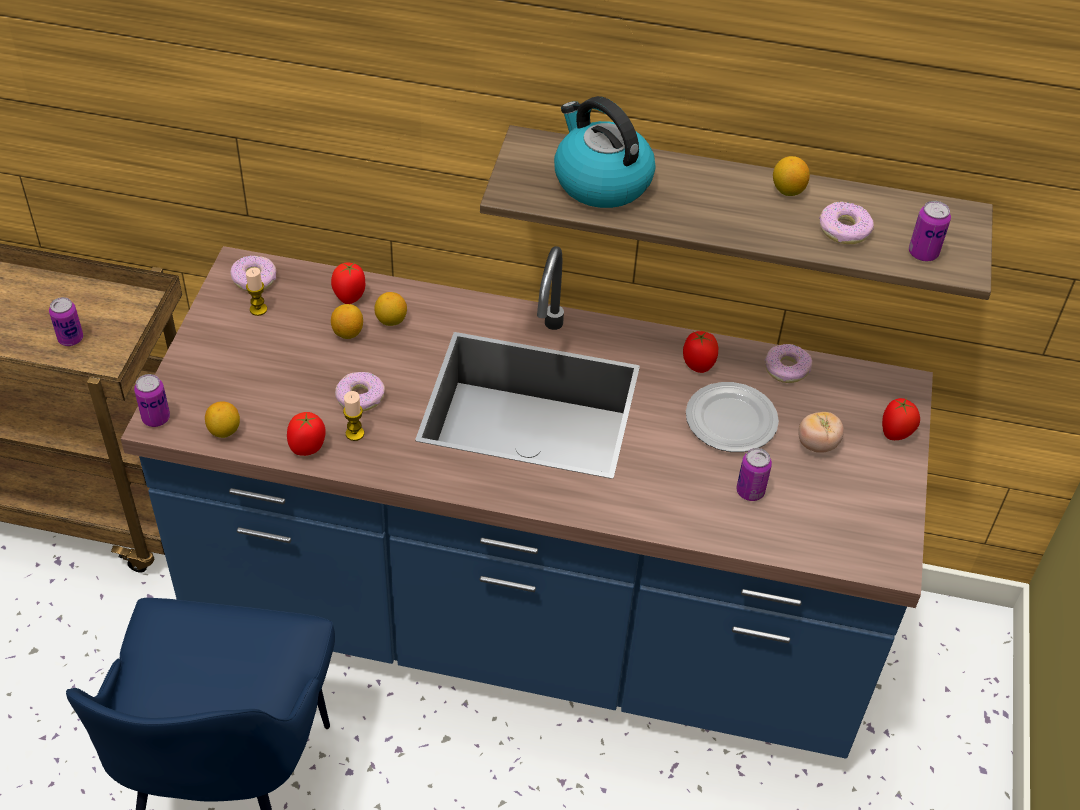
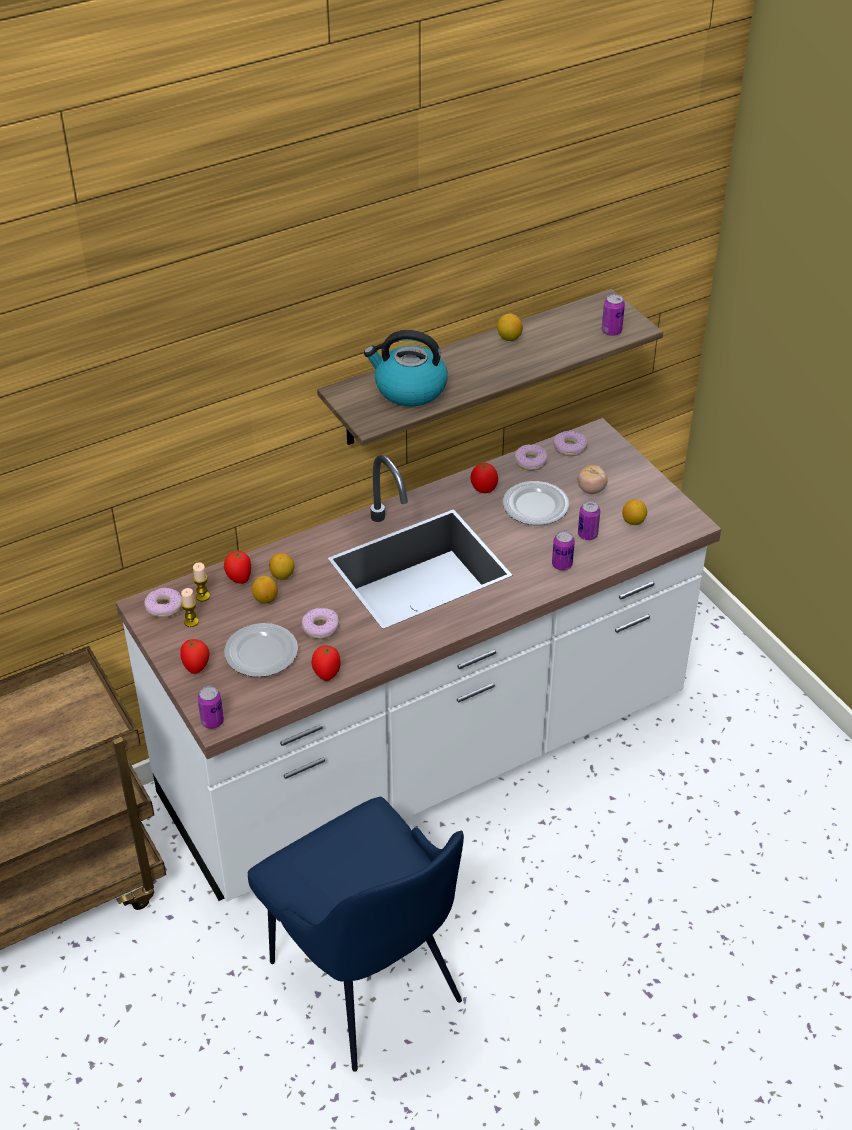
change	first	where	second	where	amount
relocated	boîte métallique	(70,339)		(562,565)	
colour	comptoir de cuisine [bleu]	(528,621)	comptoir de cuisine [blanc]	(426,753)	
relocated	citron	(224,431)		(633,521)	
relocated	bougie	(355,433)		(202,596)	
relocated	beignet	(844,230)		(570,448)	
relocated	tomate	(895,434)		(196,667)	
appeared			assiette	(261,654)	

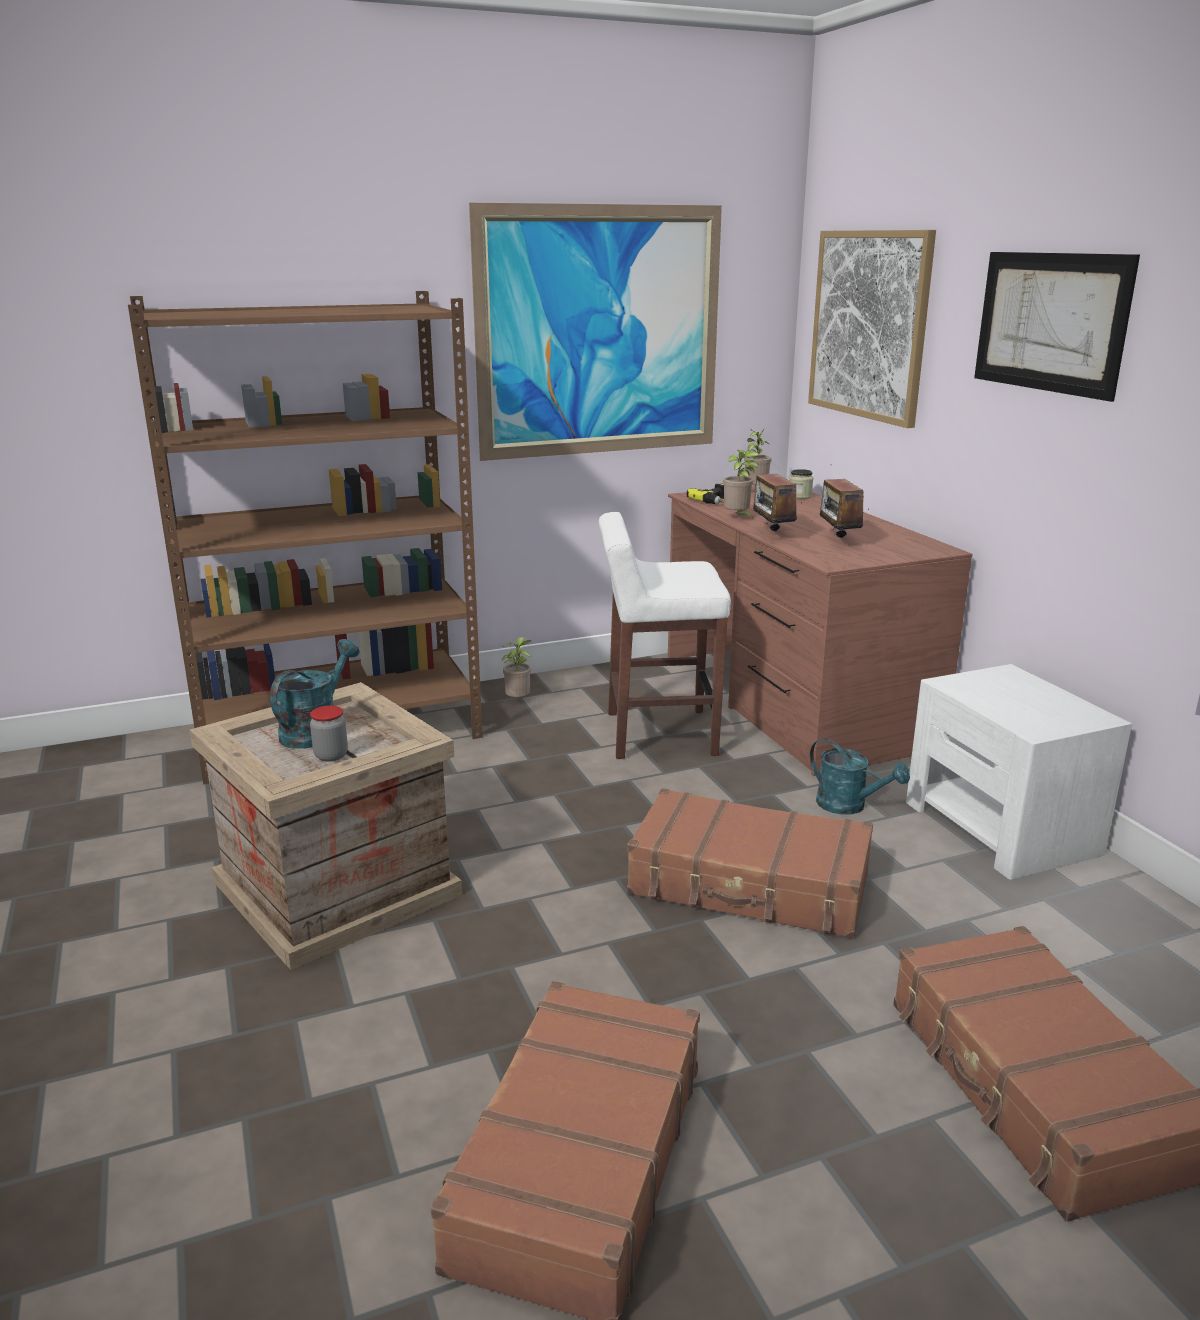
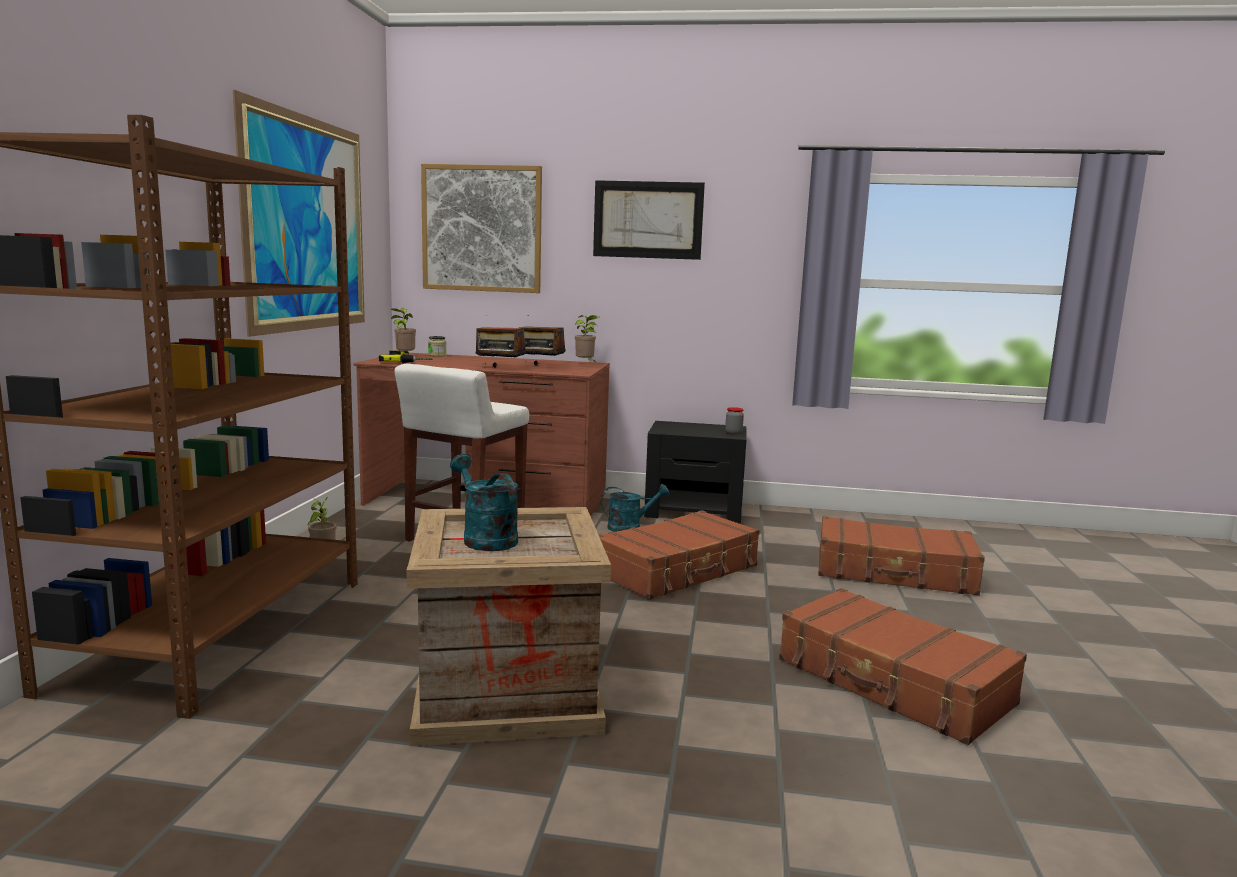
change	first	where	second	where	amount
relocated	bocal	(331,755)		(733,433)	
relocated	plante en pot	(738,518)		(586,364)	
colour	table de chevet [blanc]	(1001,828)	table de chevet [noir]	(694,510)	

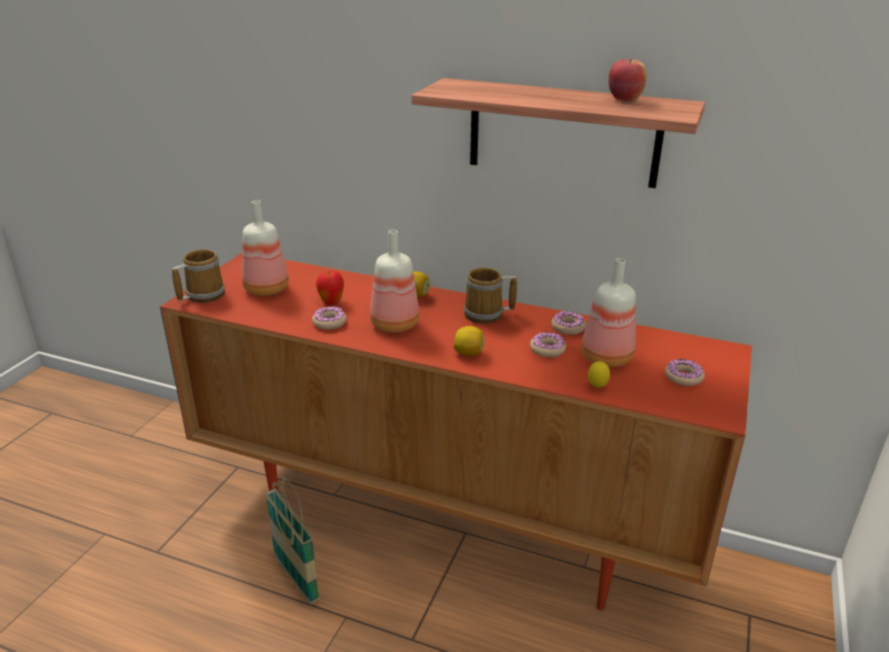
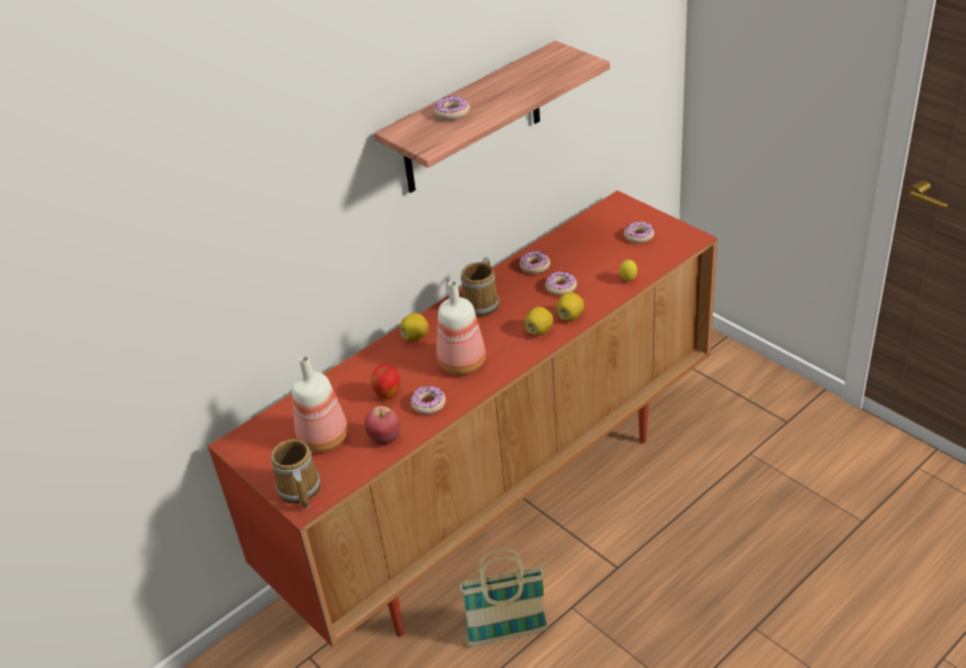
change	first	where	second	where	amount
missing	bouteille	(604,358)			
relocated	pomme	(624,99)		(385,438)	
appeared			beignet	(452,113)	
appeared			citron	(570,316)	

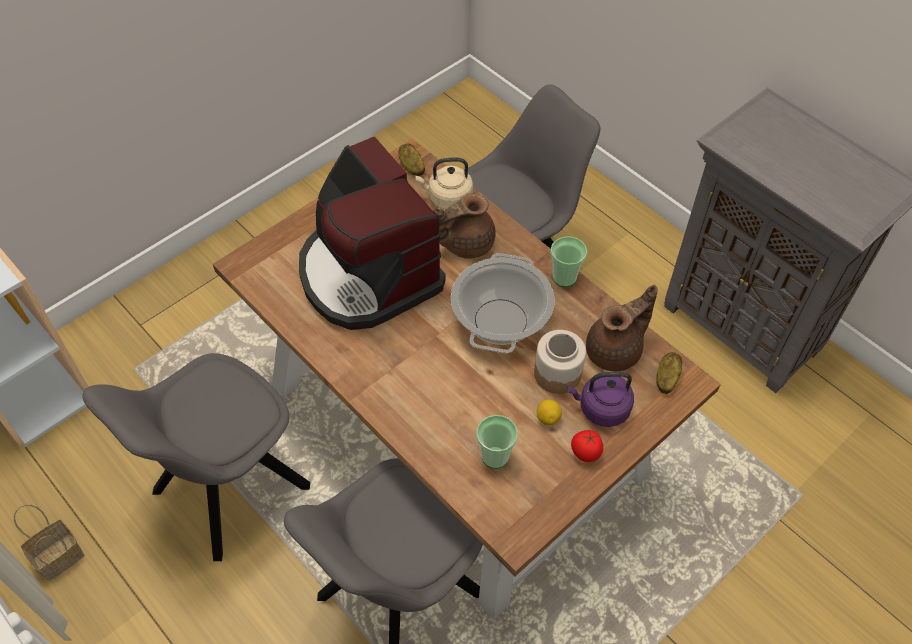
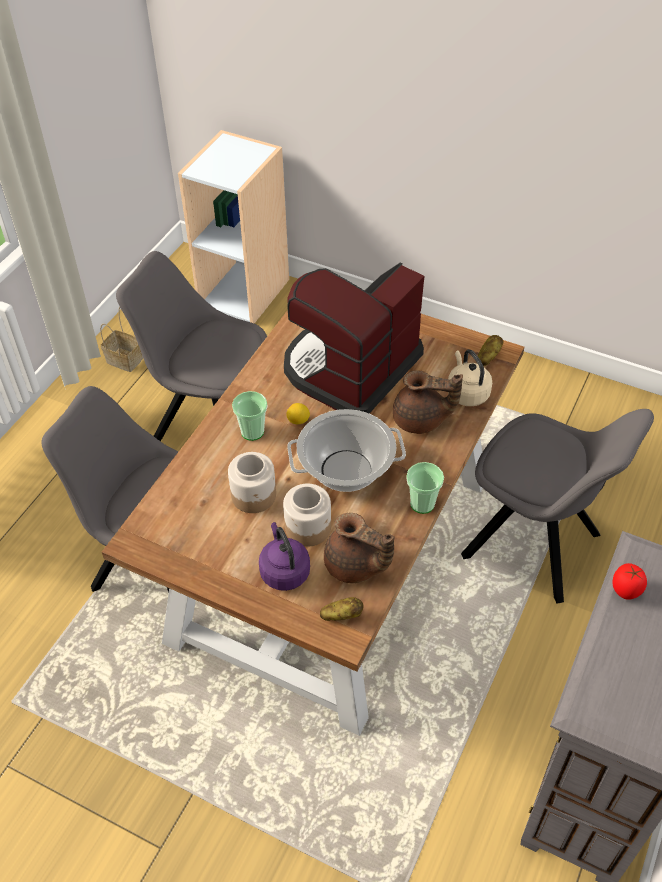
change	first	where	second	where	amount
spun	théière [marron]	(465,243)		(421,420)	150 degrees clockwise
relocated	tasse	(495,456)		(252,432)	
relocated	citron	(548,418)		(298,421)	
relocated	tomate	(585,453)		(625,590)	
appeared			bocal	(254,496)	

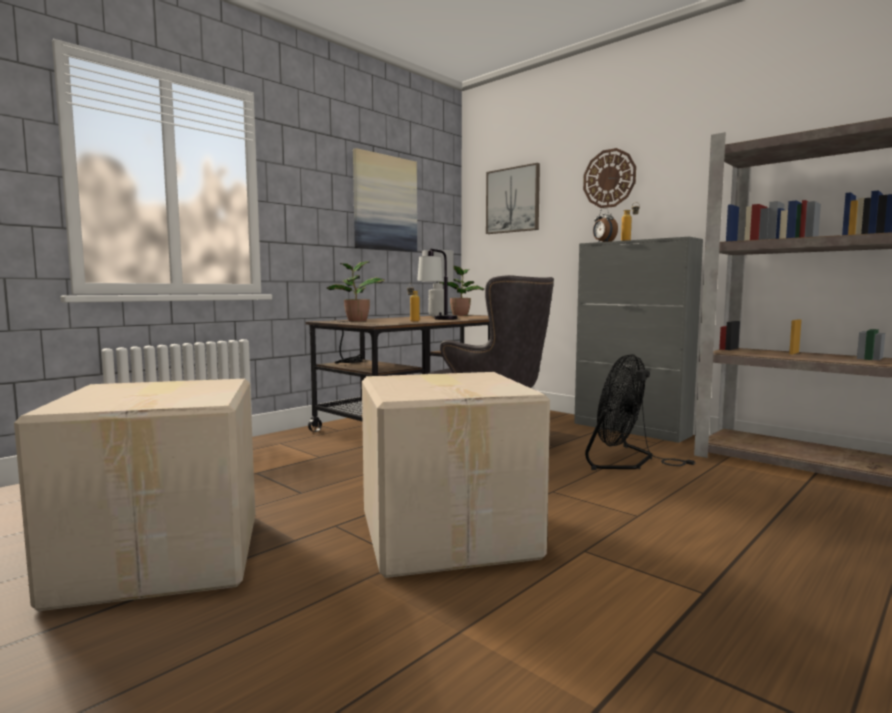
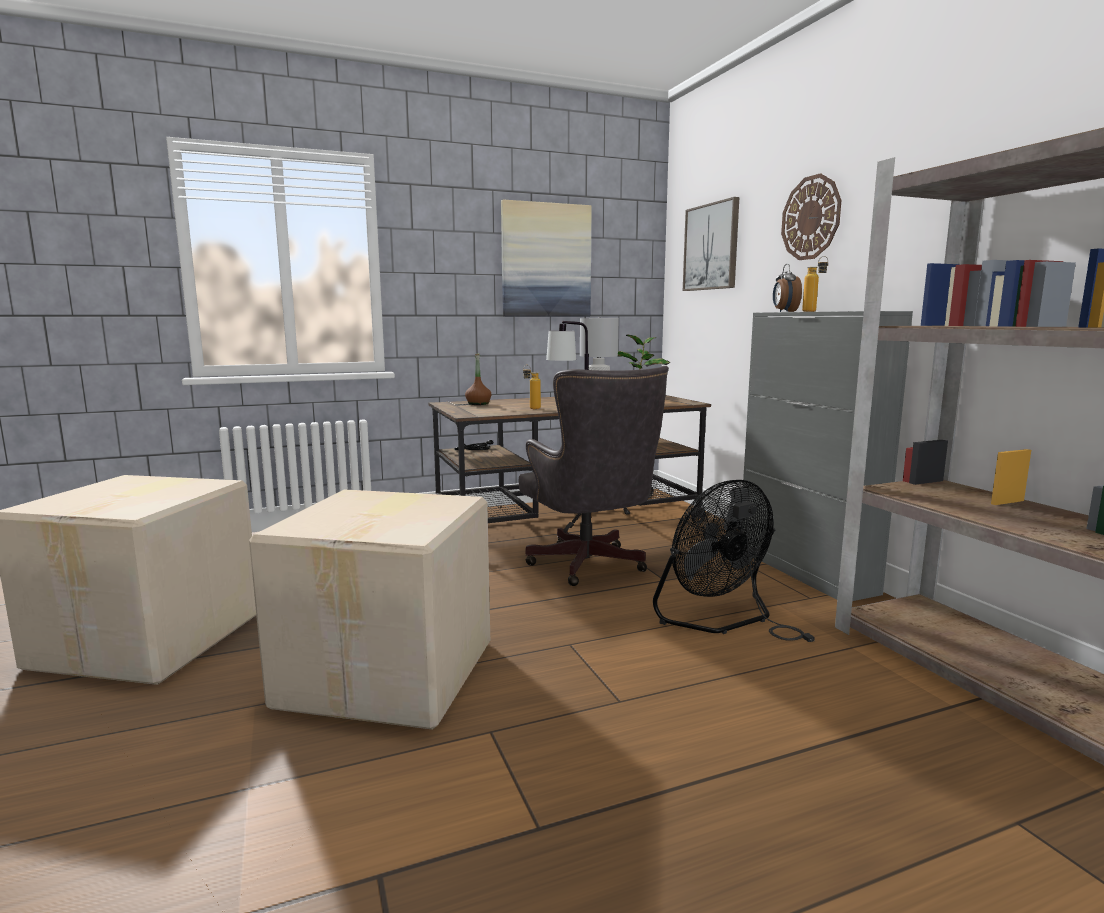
change	first	where	second	where	amount
exchanged	plante en pot	(356,320)	bouteille [marron]	(478,404)	

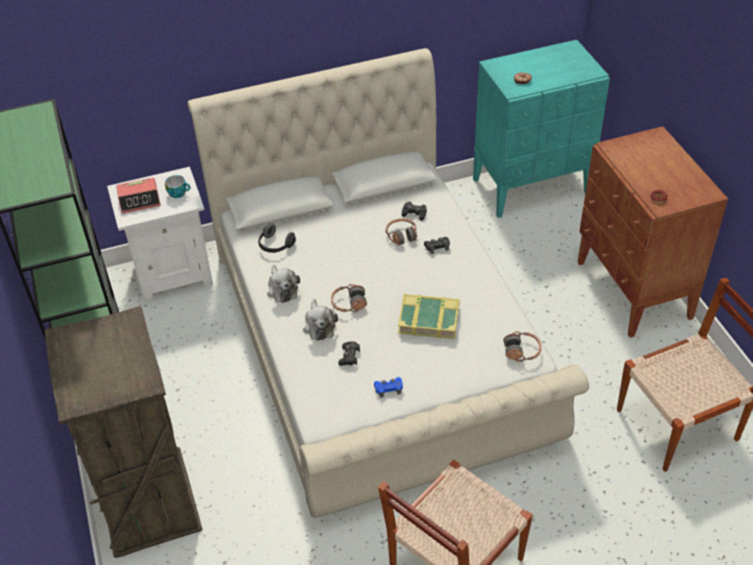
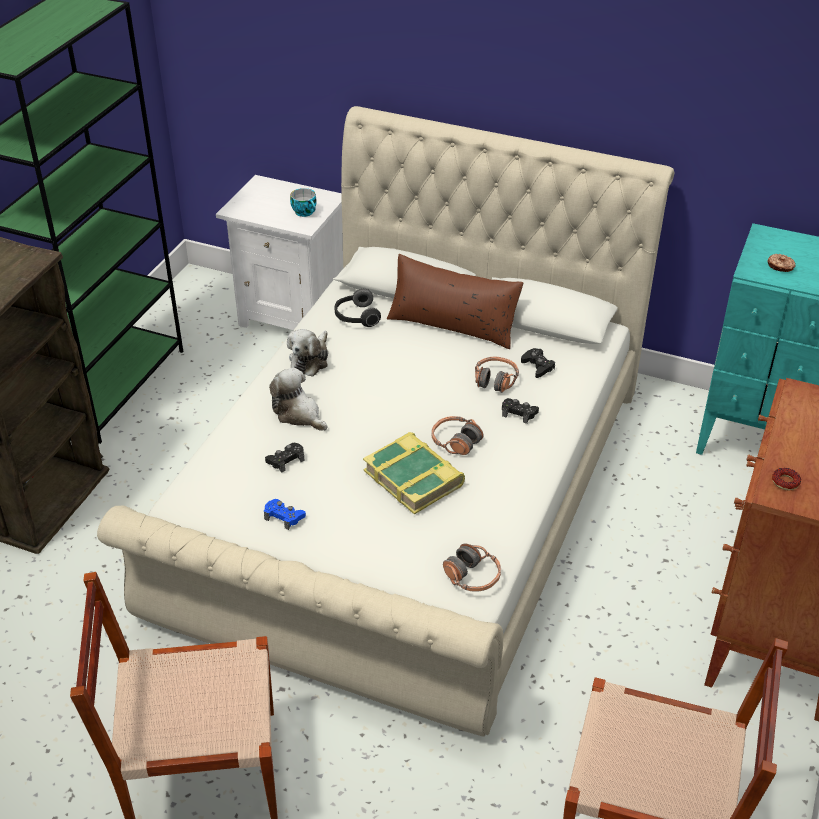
change	first	where	second	where	amount
missing	réveil	(139,200)			
spun	peluche	(319,325)		(299,414)	105 degrees clockwise
relocated	casque audio	(349,303)		(455,441)	
appeared			coussin [marron]	(453,324)	

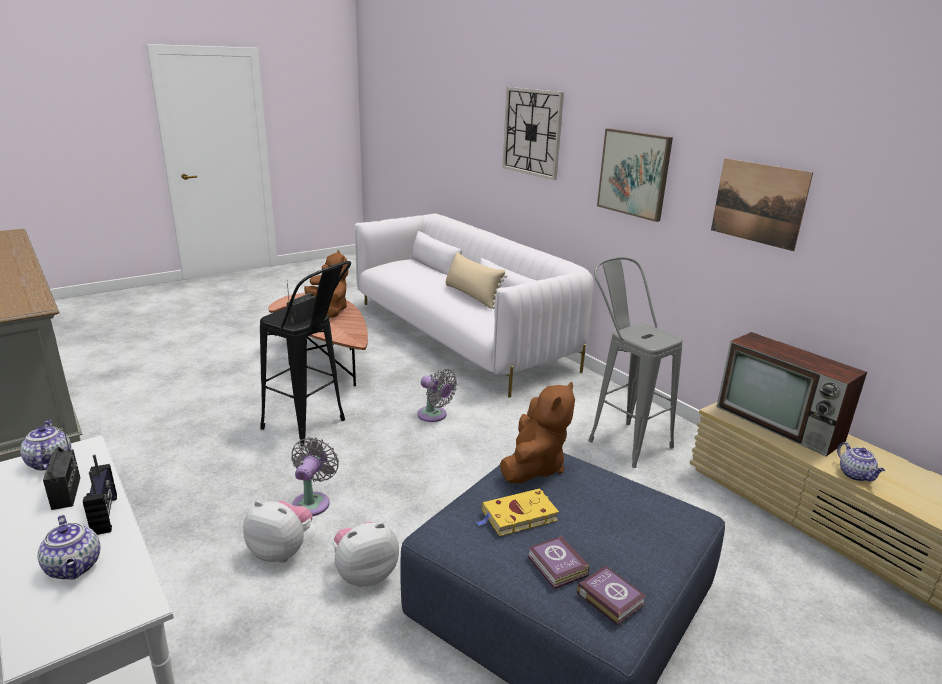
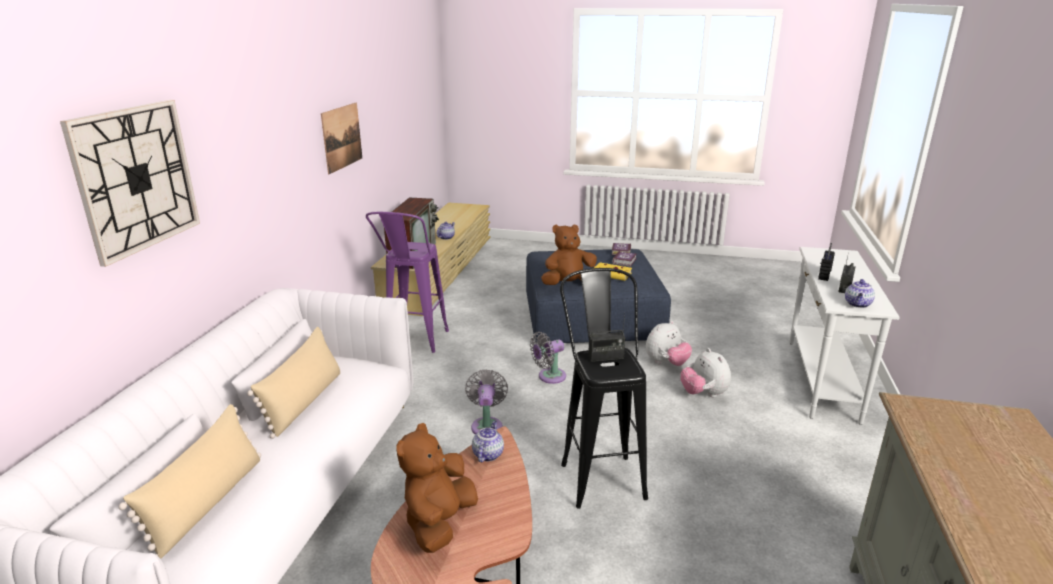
change	first	where	second	where	amount
relocated	théière	(75,567)		(488,454)	
relocated	ventilateur [gris]	(313,502)		(549,377)	
spun	peluche	(365,574)		(666,363)	60 degrees counterclockwise
colour	tabouret [gris]	(620,439)	tabouret [violet]	(414,344)	
missing	tableau	(634,173)			
appeared			coussin [beige]	(207,503)	

